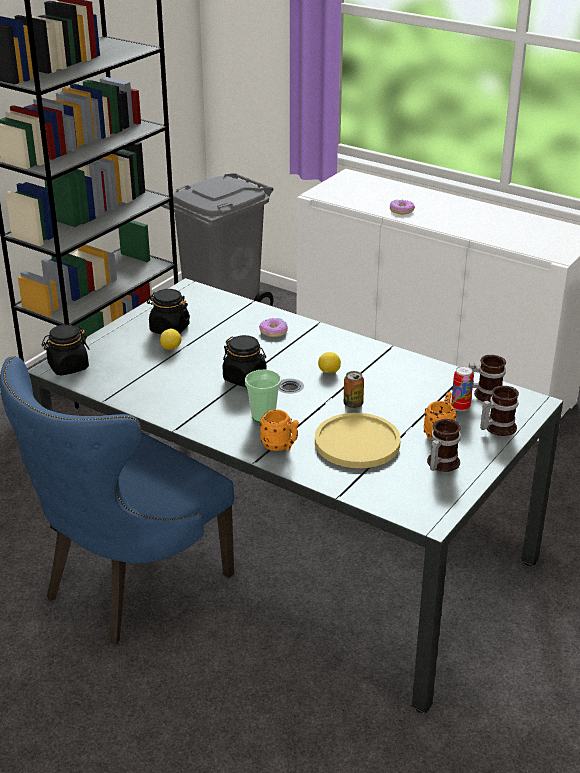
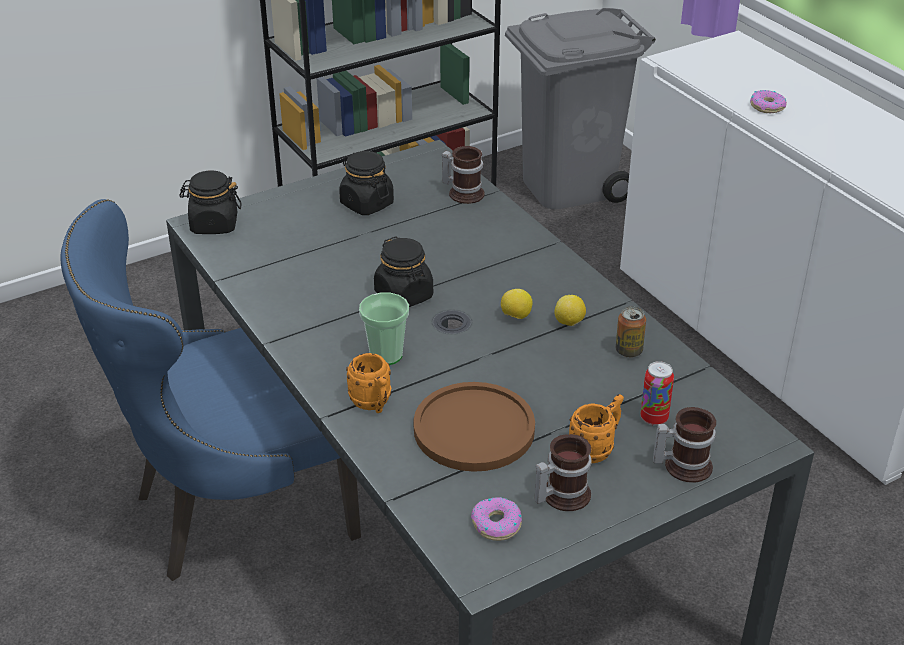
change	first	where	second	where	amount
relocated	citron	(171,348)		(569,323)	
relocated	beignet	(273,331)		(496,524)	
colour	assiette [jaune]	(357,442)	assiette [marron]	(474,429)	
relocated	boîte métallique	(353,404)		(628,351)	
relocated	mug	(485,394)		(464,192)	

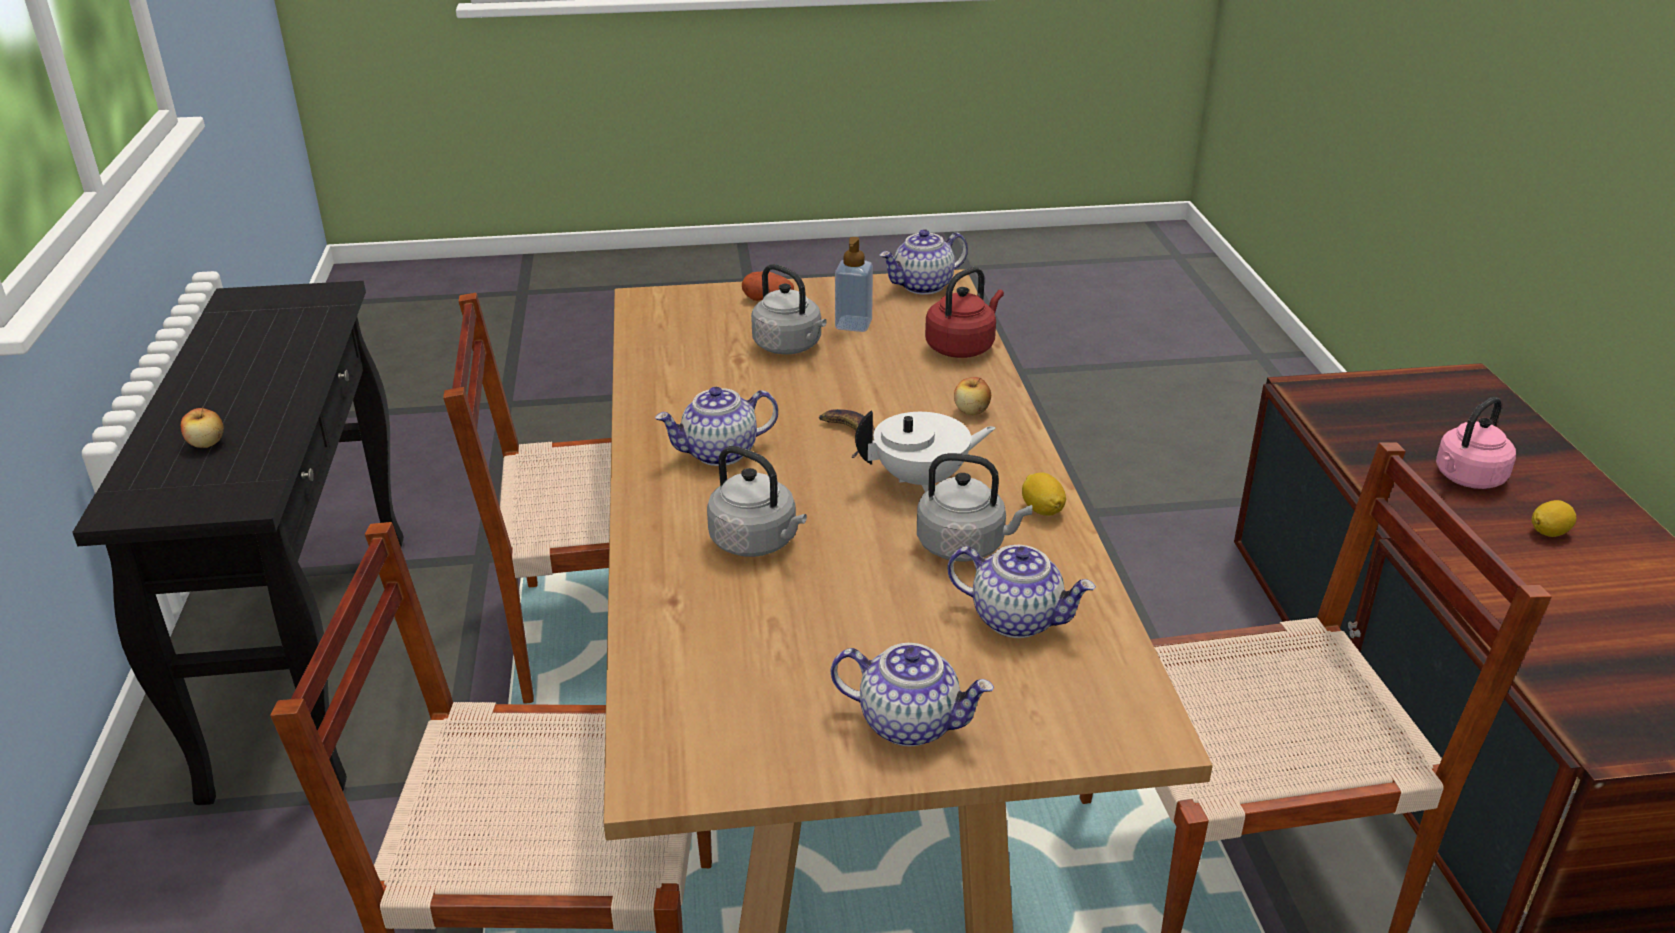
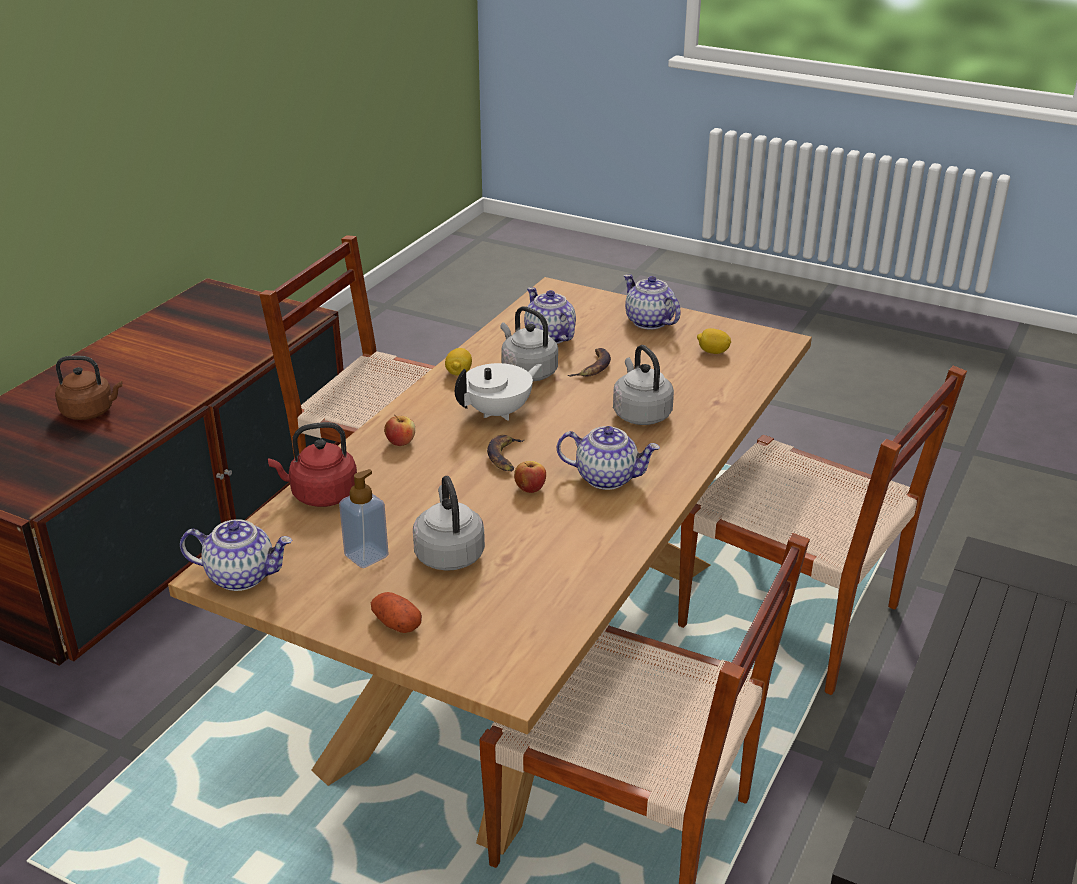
change	first	where	second	where	amount
relocated	pomme	(206,443)		(530,488)	
spun	théière [blanc]	(922,479)		(499,412)	120 degrees clockwise
colour	bouilloire [rose]	(1467,478)	bouilloire [marron]	(91,412)	
relocated	citron	(1549,532)		(713,352)	
appeared			banane	(593,367)	

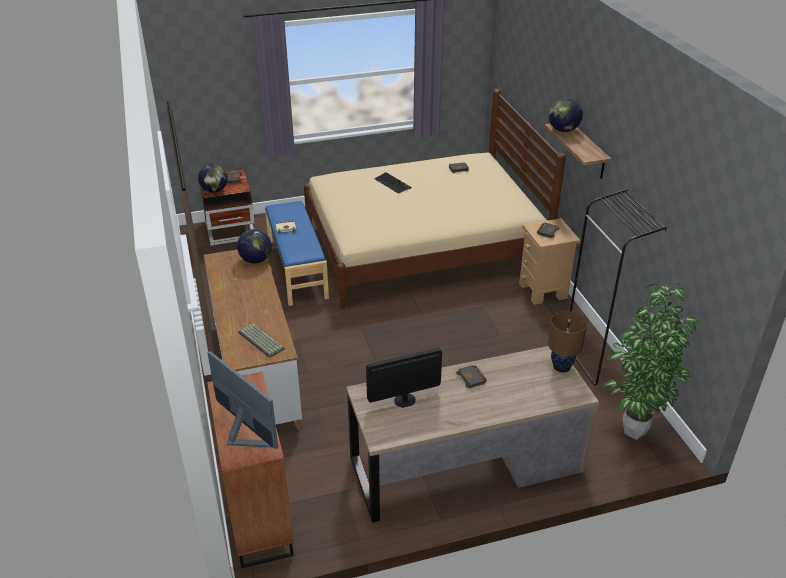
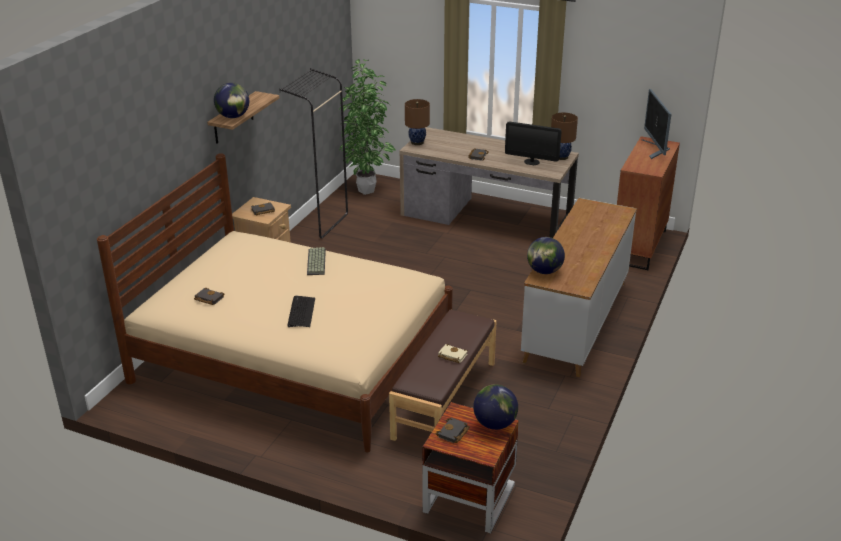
change	first	where	second	where	amount
relocated	clavier	(260,341)		(317,262)	
colour	banc [bleu]	(297,268)	banc [marron]	(444,399)	
appeared			lampe de table [marron]	(561,157)	

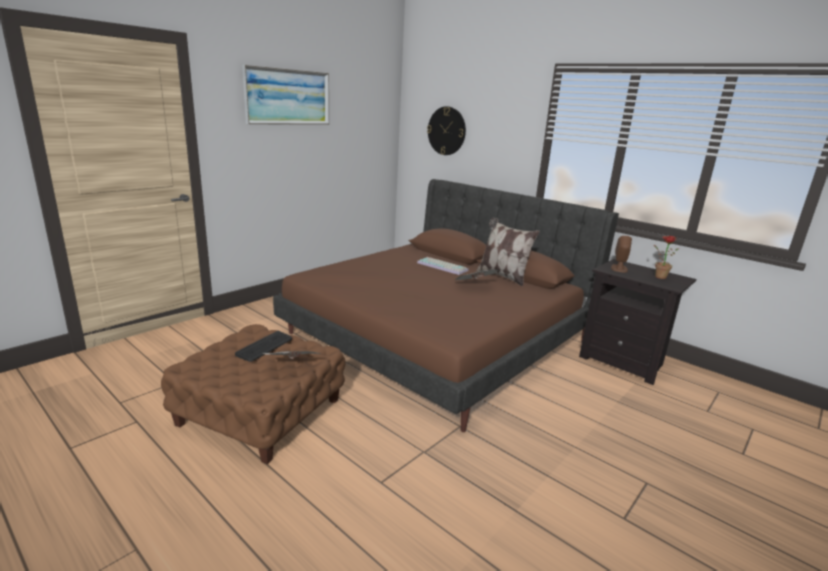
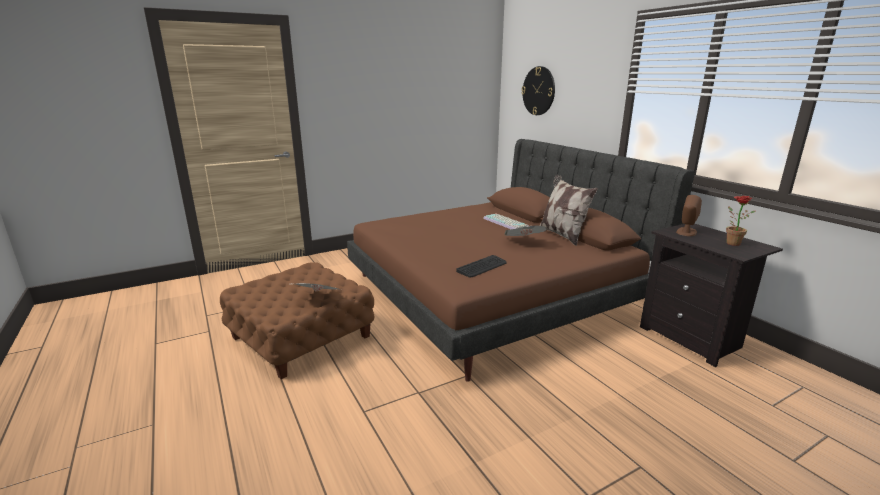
change	first	where	second	where	amount
relocated	clavier	(265,347)		(482,267)	
missing	tableau	(288,97)			

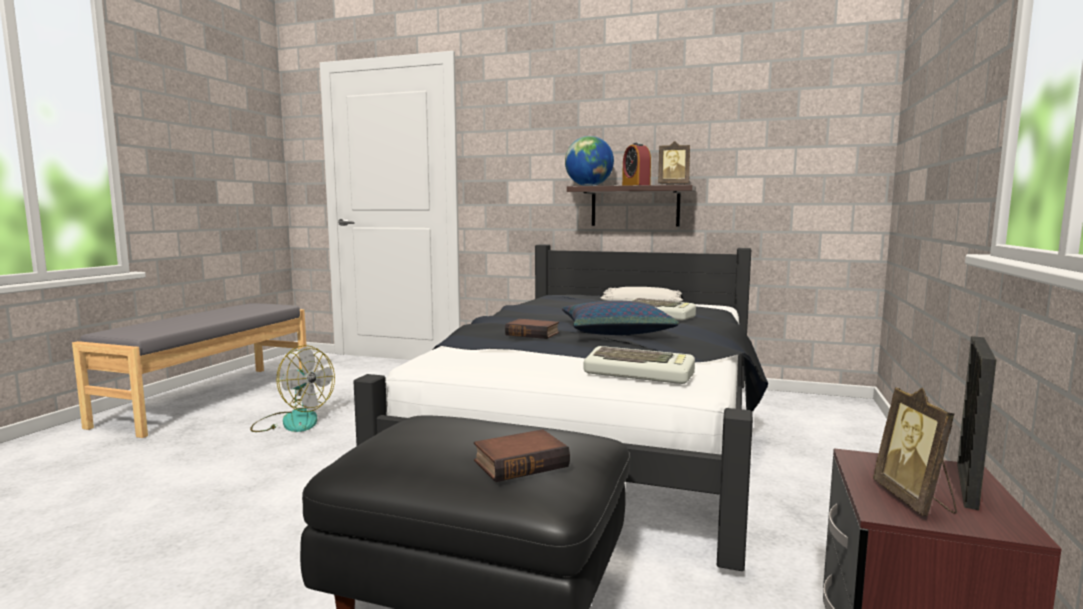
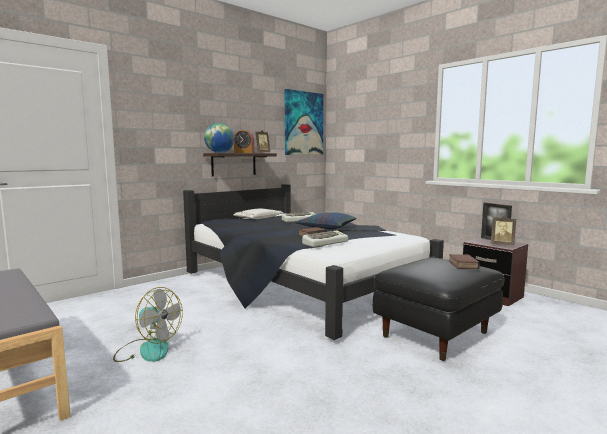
change	first	where	second	where	amount
spun	ventilateur	(292,421)		(147,349)	60 degrees clockwise
relocated	clavier	(640,373)		(325,242)	
appeared			tableau	(303,123)	

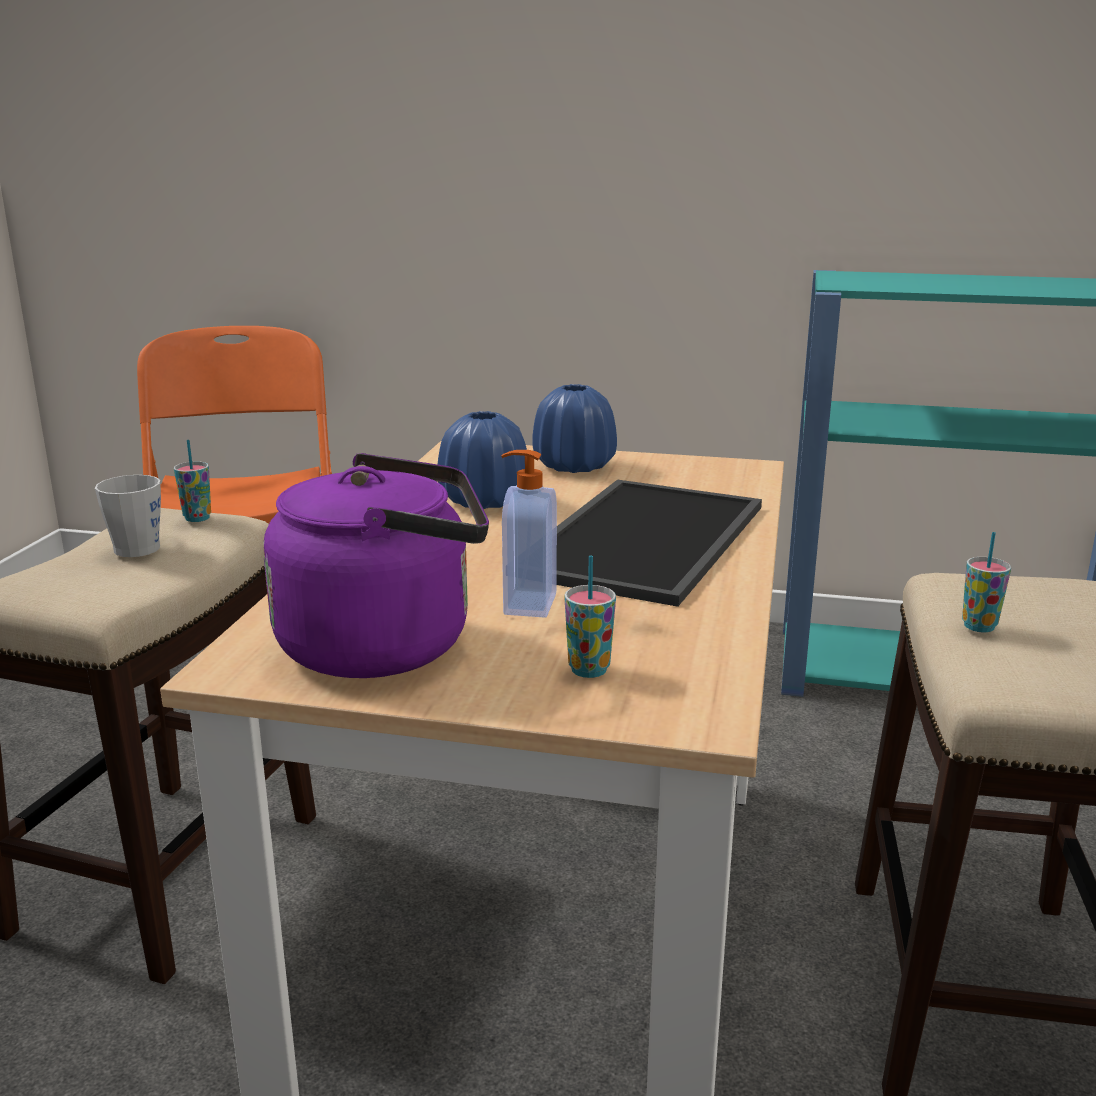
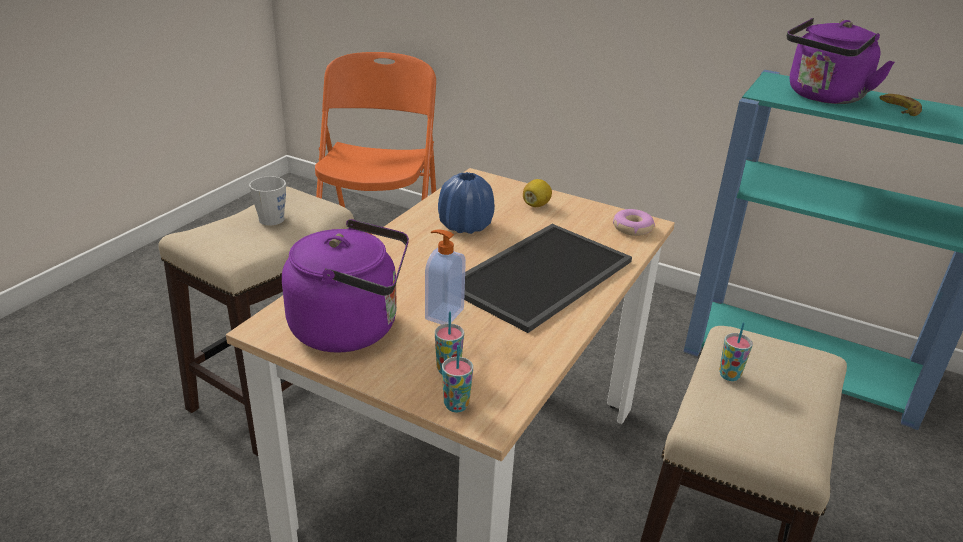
change	first	where	second	where	amount
relocated	tasse	(197,518)		(456,405)	
exchanged	vase [bleu]	(574,466)	citron	(536,205)	
appeared			beignet	(632,228)	
appeared			bouilloire [violet]	(823,97)	
appeared			banane	(897,109)	

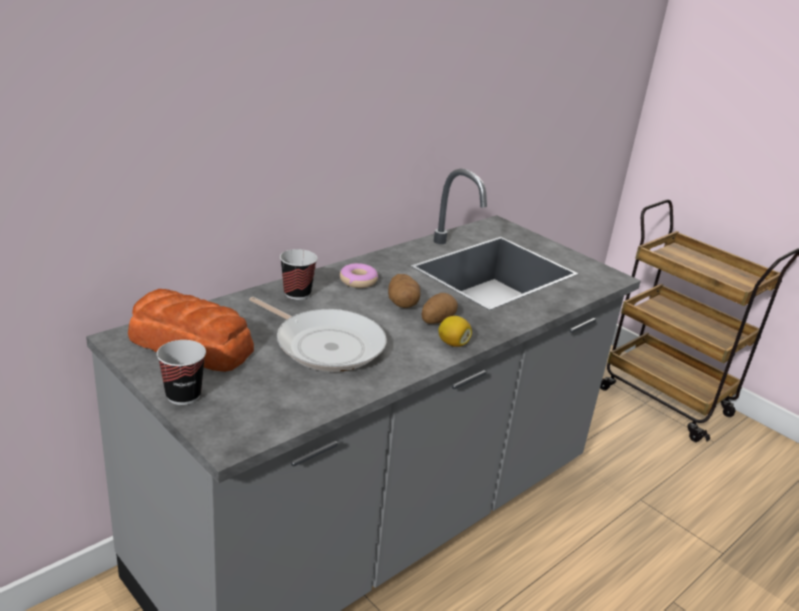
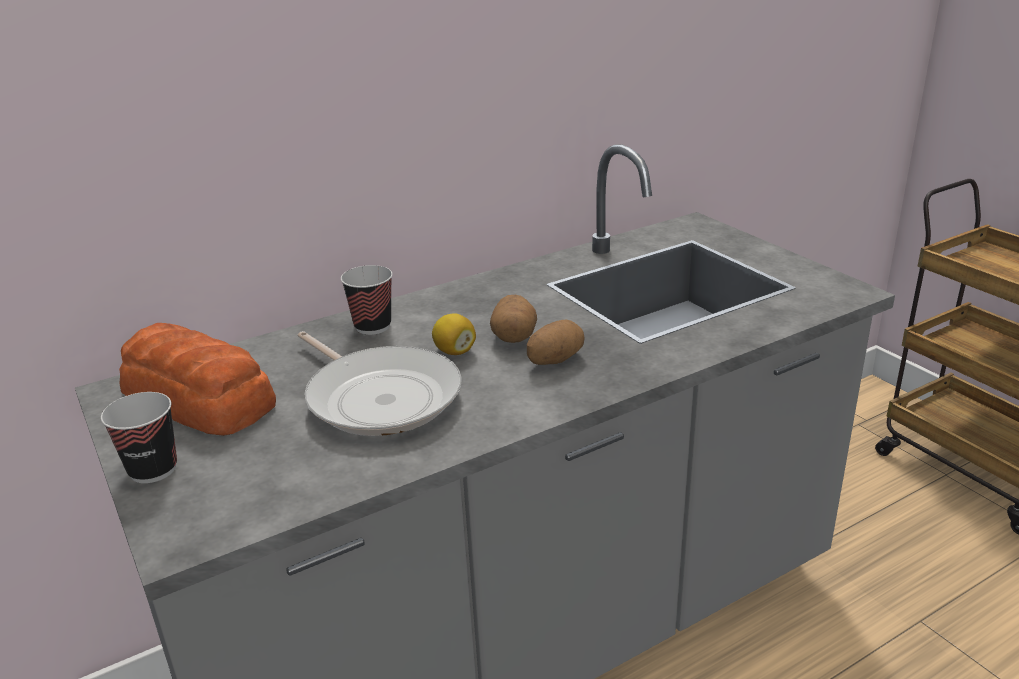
change	first	where	second	where	amount
missing	beignet	(358,281)			
relocated	citron	(453,343)		(454,351)	

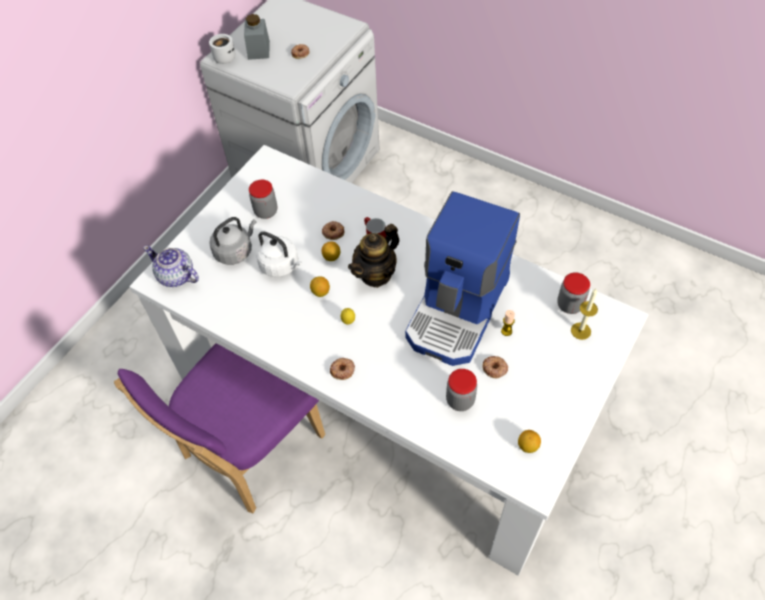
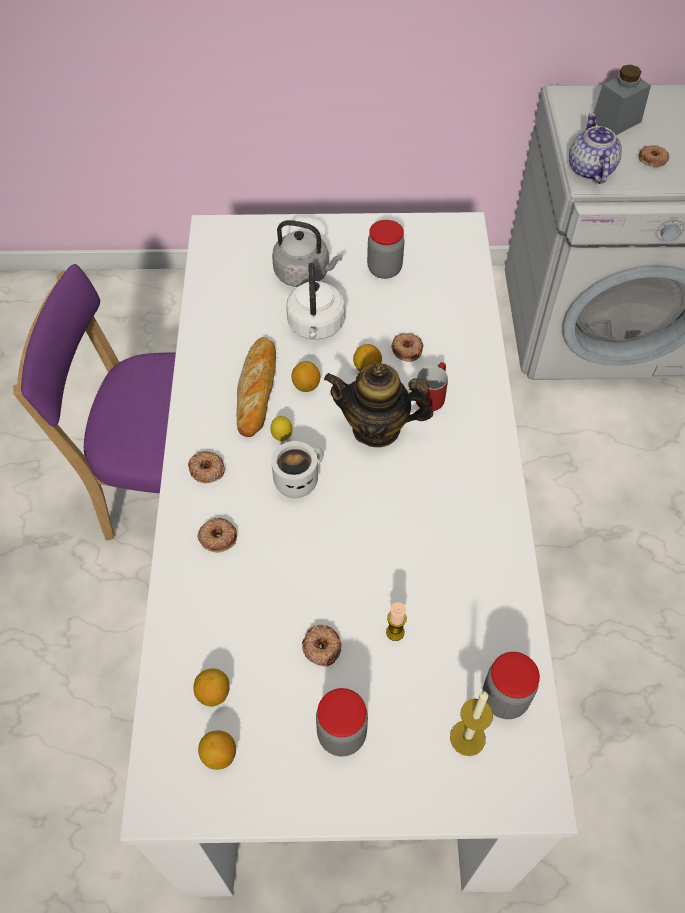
change	first	where	second	where	amount
relocated	théière	(176,276)		(590,170)	
relocated	mug [blanc]	(223,57)		(298,478)	
missing	machine à café	(458,310)			
relocated	bocal	(460,400)		(341,734)	
appeared			citron	(213,693)	
appeared			beignet	(217,536)	
appeared			pain	(257,389)	

